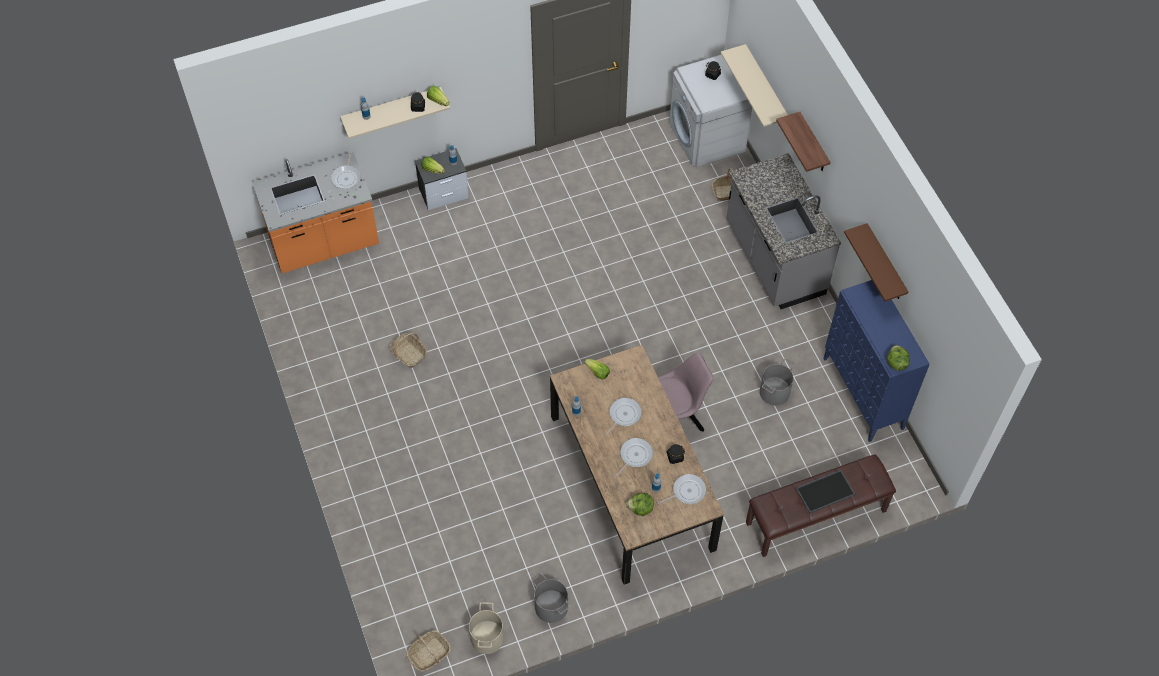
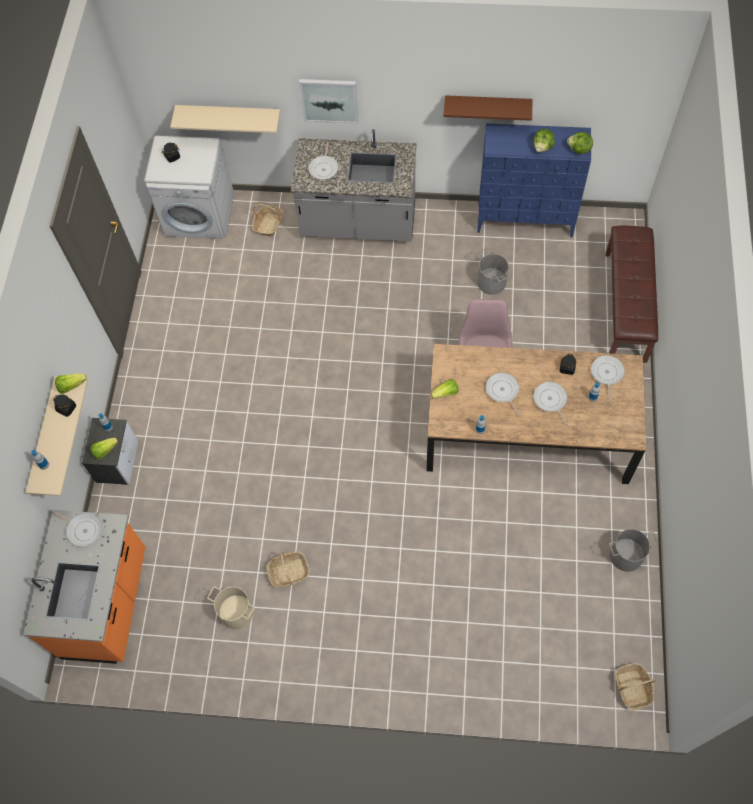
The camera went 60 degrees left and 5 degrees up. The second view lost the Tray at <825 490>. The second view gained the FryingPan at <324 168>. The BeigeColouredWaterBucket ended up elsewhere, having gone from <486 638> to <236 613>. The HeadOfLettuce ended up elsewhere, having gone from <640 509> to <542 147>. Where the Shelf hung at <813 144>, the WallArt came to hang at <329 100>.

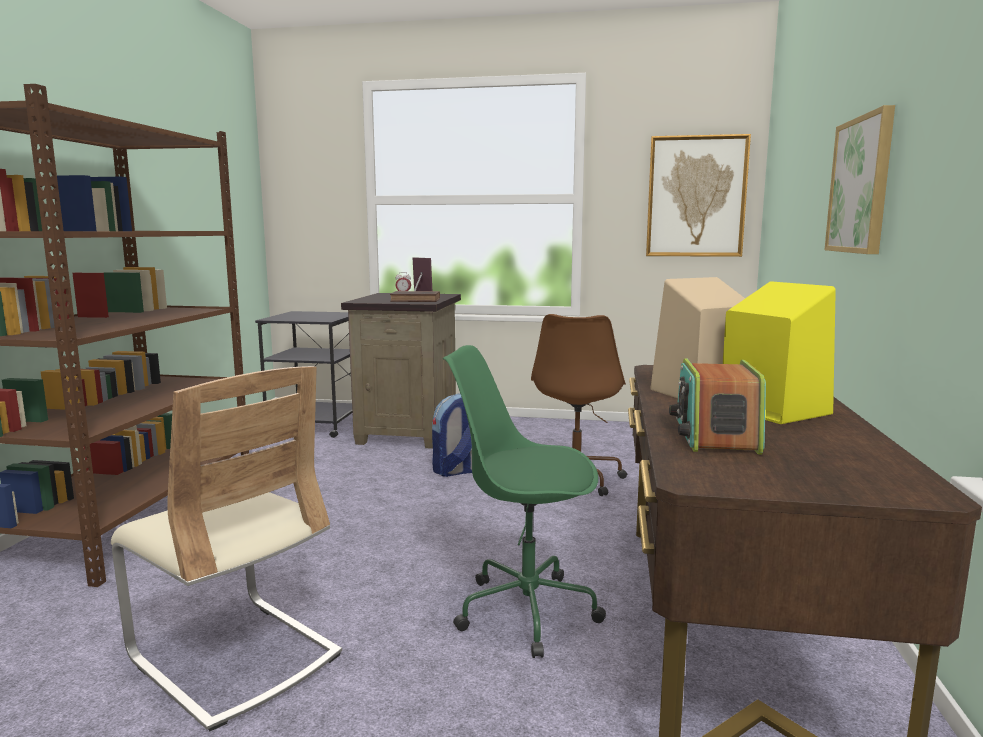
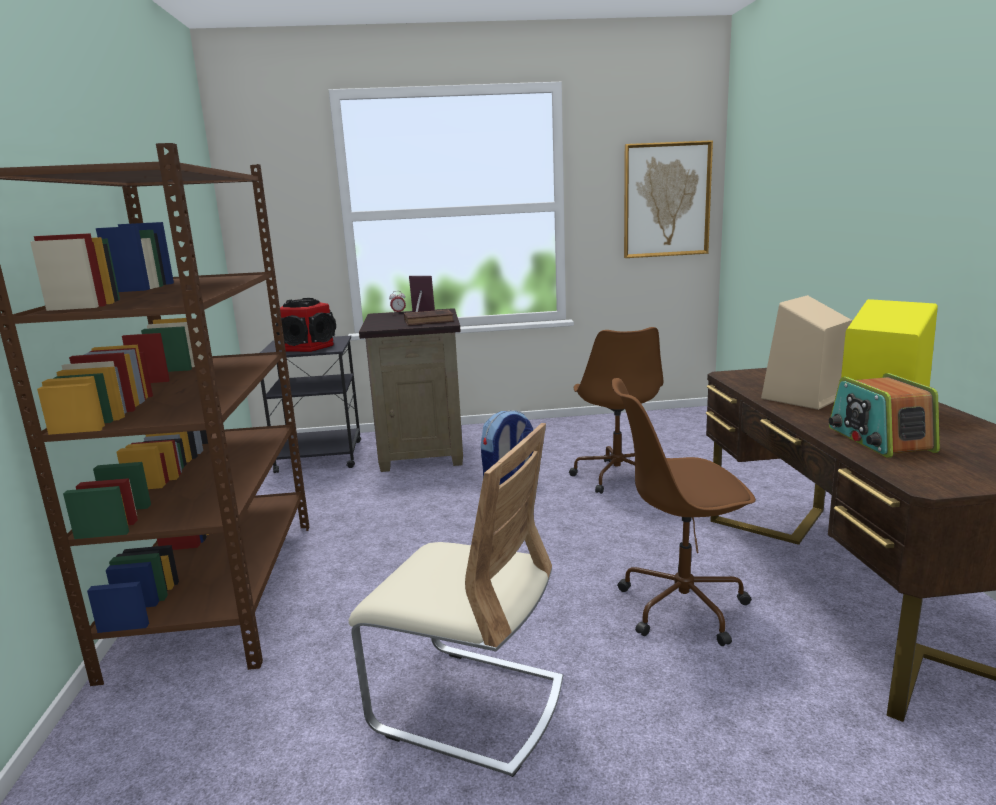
The camera went 15 degrees left and 5 degrees up. The second view lost the WallArt at <861 185>. The second view gained the AudioSpeaker at <308 347>. What was the GreenColouredOfficeChair at <523 611> turned into the BrownOfficeChair at <678 607>.

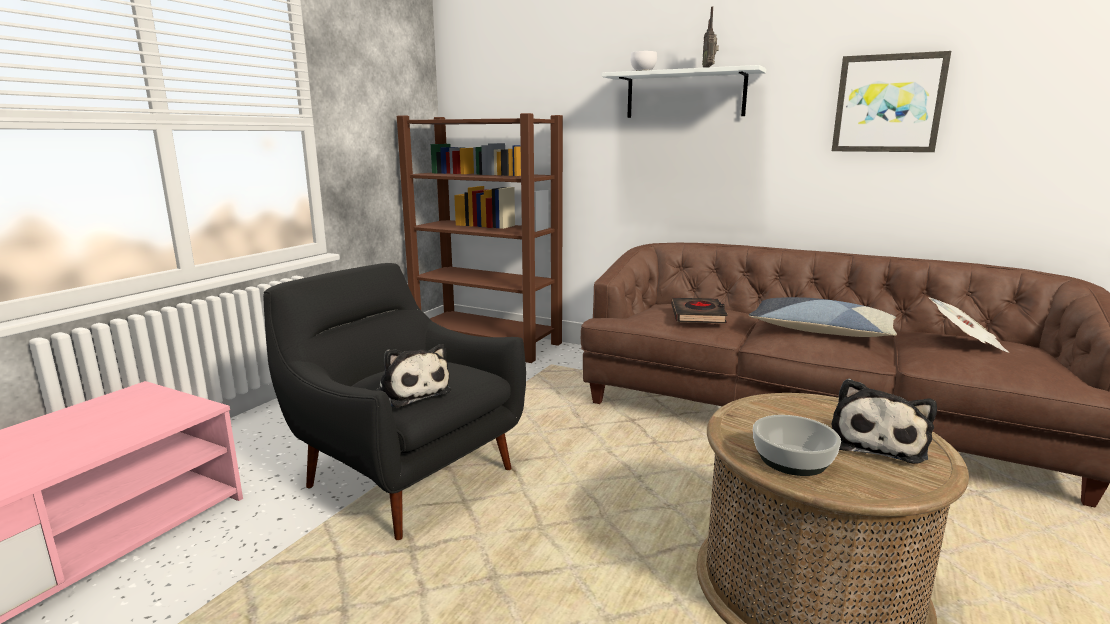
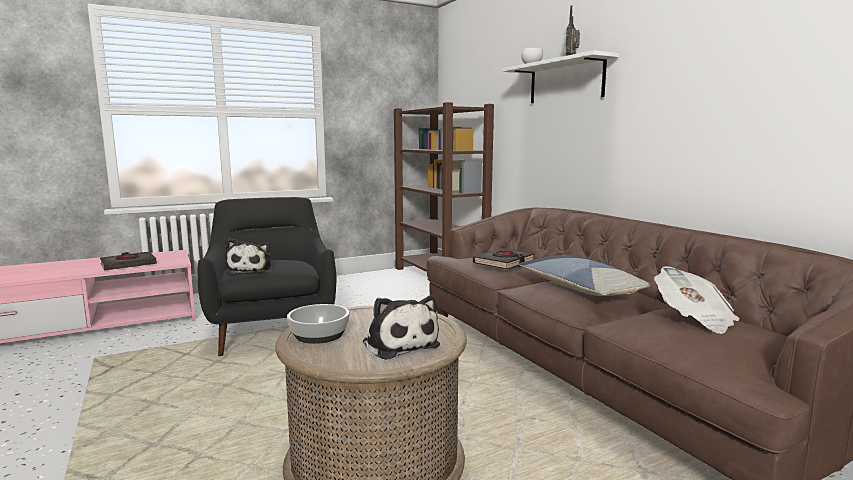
The camera went 35 degrees right and 5 degrees down. The second view lost the WallArt at <888 103>. The second view gained the BlackishVolume at <128 264>. The PlushToy at <877 442> ended up facing another way, 90 degrees counterclockwise from before.

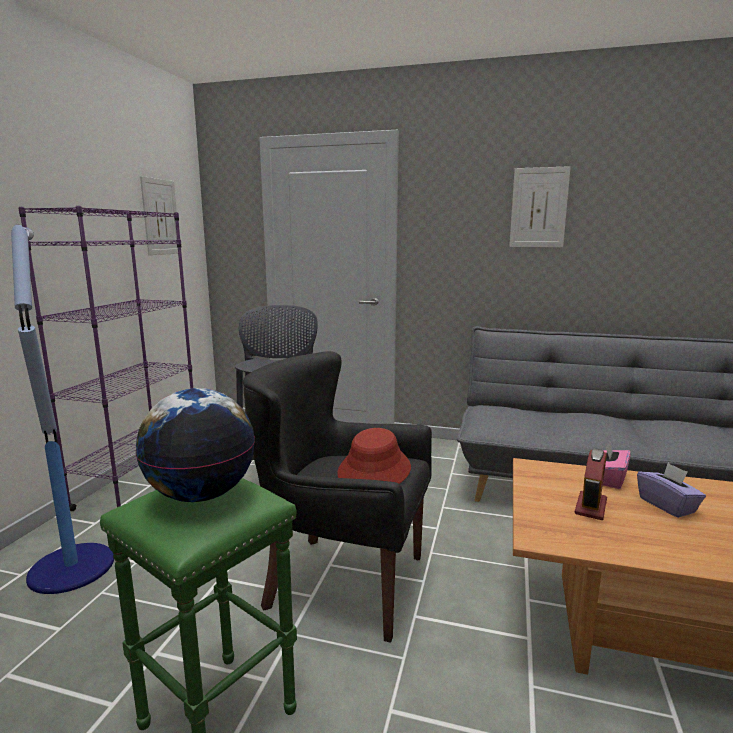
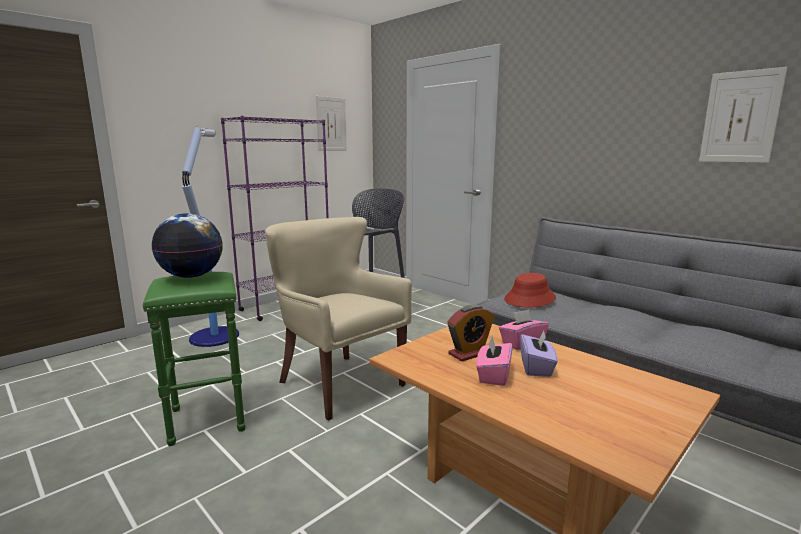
The camera went 30 degrees right and 0 degrees up. The second view gained the PinkColouredTissueHolder at <493 375>. The RedHat ended up elsewhere, having gone from <374 470> to <530 299>. The WallArt ended up elsewhere, having gone from <538 208> to <740 117>. What was the BlackishLoungeChair at <342 582> turned into the BeigeColouredLoungeChair at <338 383>.

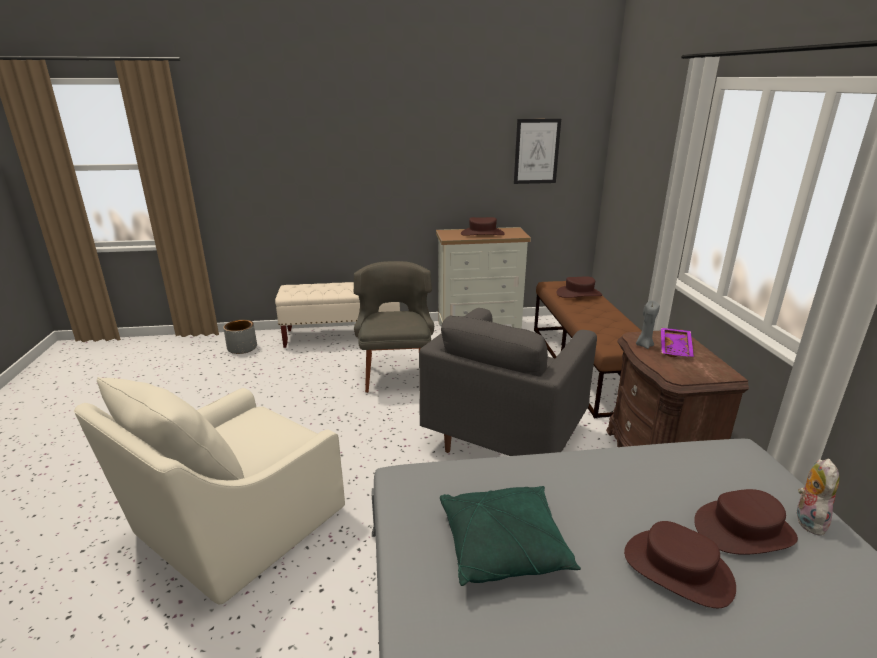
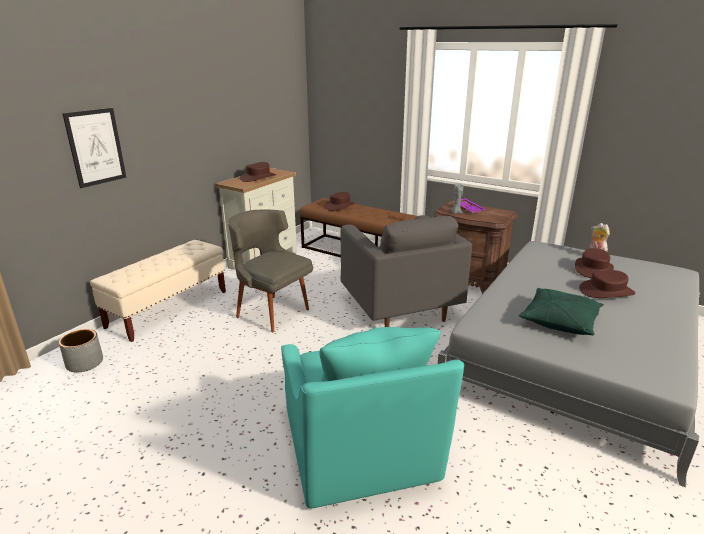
The camera went 50 degrees left and 0 degrees up. The WallArt ended up elsewhere, having gone from <536 151> to <96 147>. What was the BeigeColouredLoungeChair at <235 526> turned into the TurquoiseColouredLoungeChair at <360 449>.

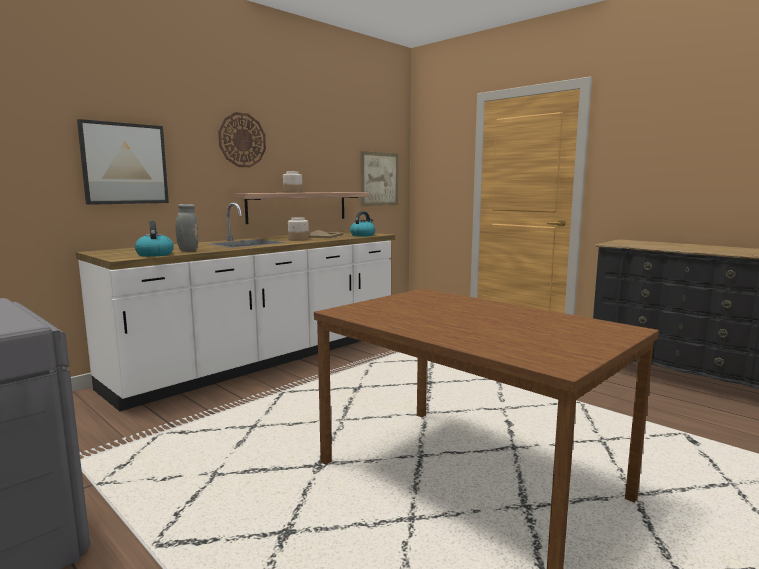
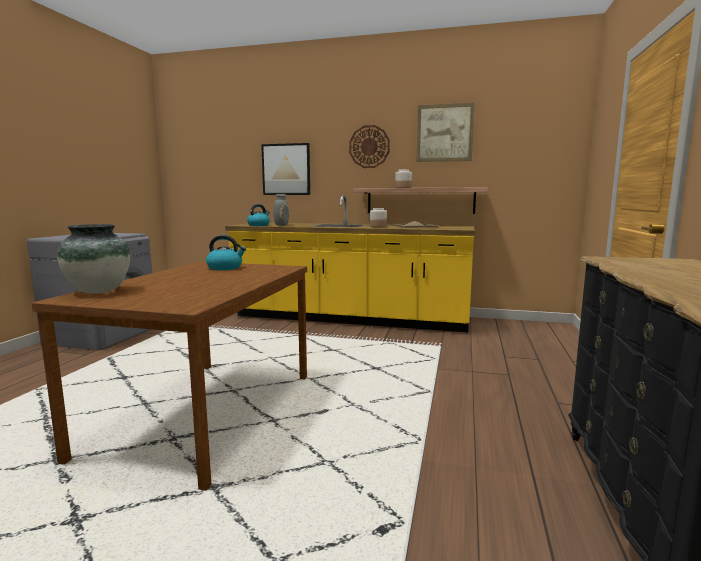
The camera went 60 degrees right and 0 degrees up. The second view gained the FlowerVase at <98 291>. The Kettle ended up elsewhere, having gone from <362 235> to <225 268>. The WallArt ended up elsewhere, having gone from <379 179> to <444 133>. What was the WhitishCounter at <265 359> turned into the YellowishCounter at <349 318>.

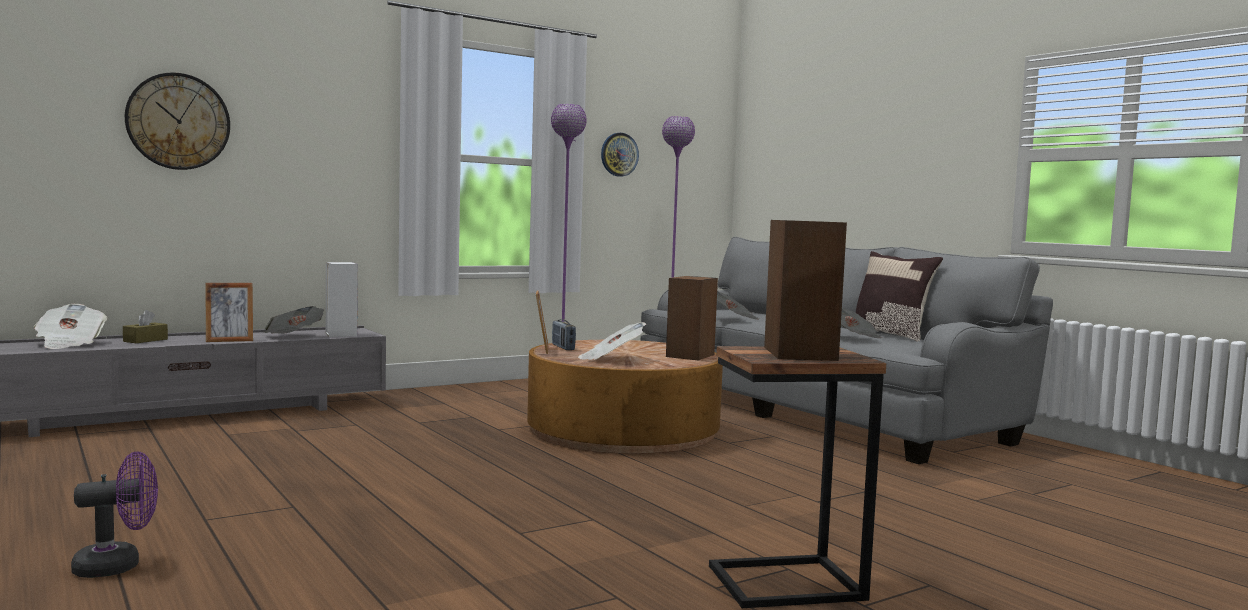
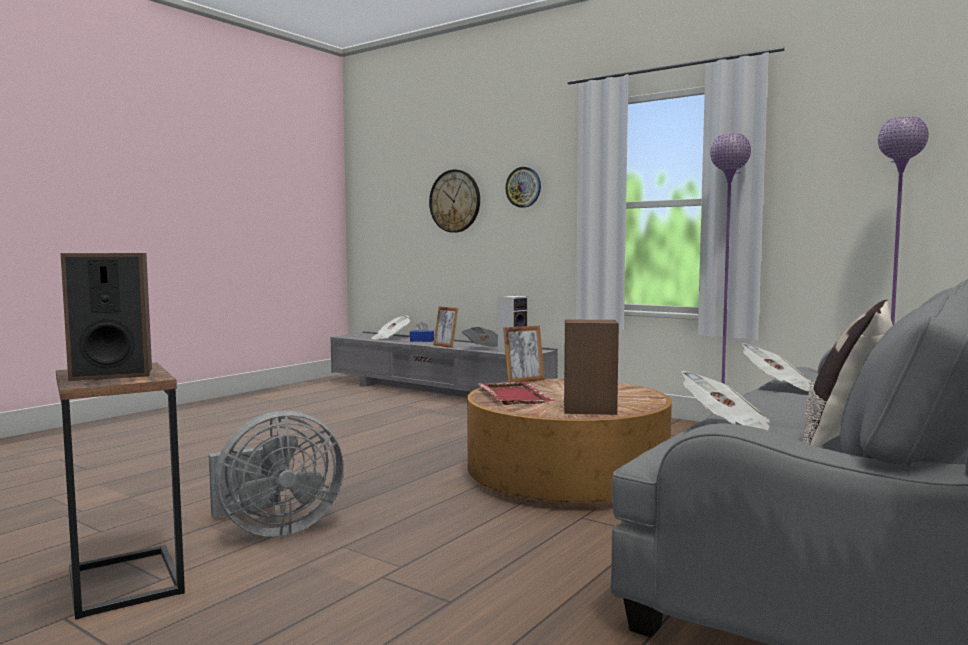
The camera went 70 degrees right and 0 degrees up. The second view lost the PurpleColouredElectricFan at <118 566>. The second view lost the RadioReceiver at <563 347>. The second view gained the GreyElectricFan at <274 529>. The WallClock ended up elsewhere, having gone from <619 154> to <523 187>. Where the Newspaper stood at <611 359>, the RedTray came to stand at <513 396>. What was the BrownTissueHolder at <145 340> turned into the BluishTissueHolder at <422 340>.

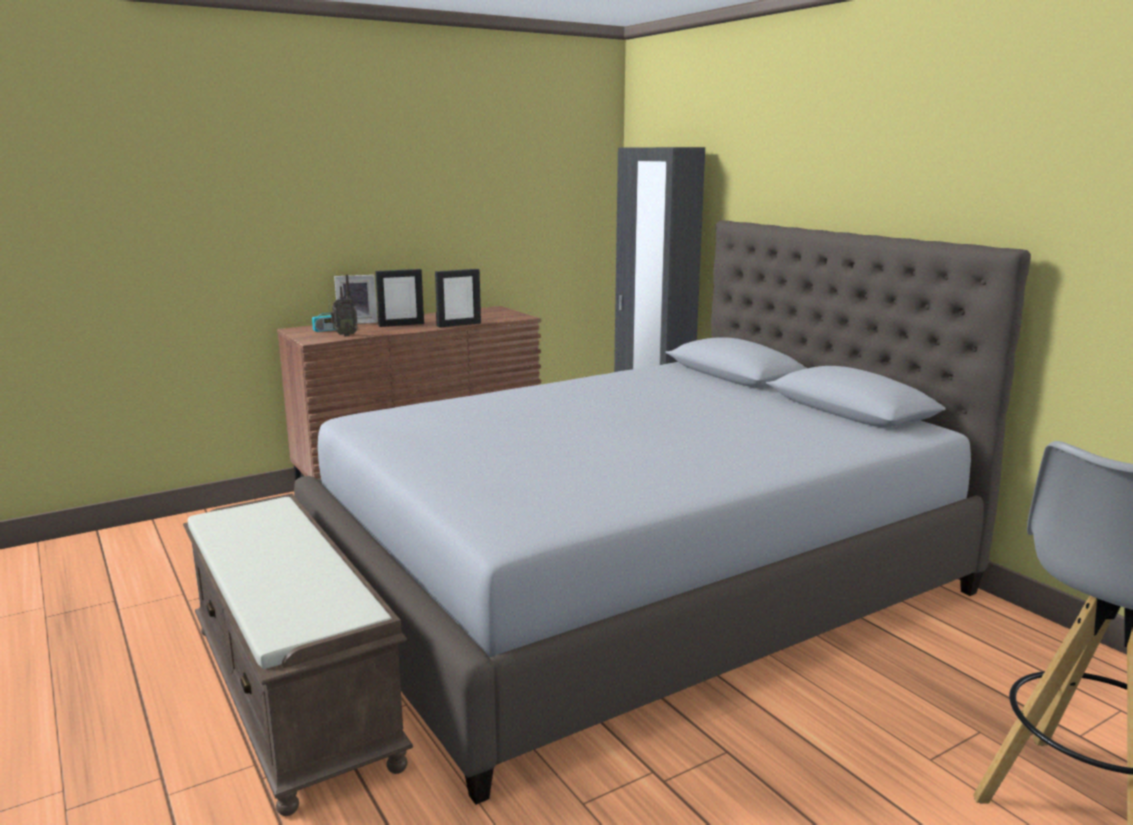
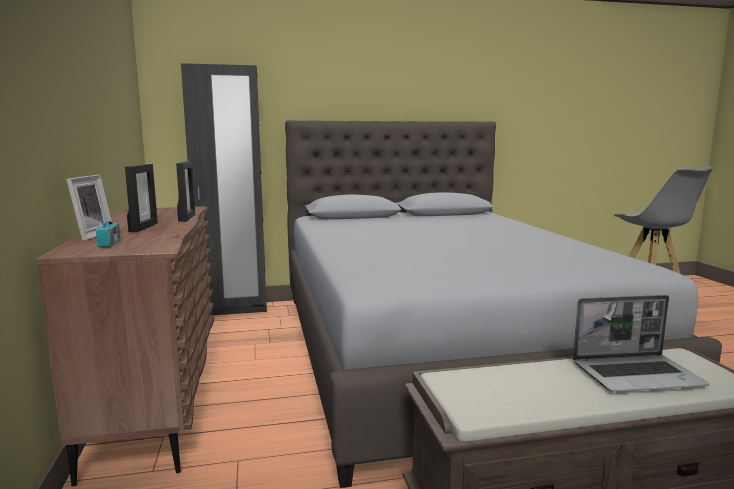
The camera went 70 degrees left and 5 degrees down. The second view lost the RadioReceiver at <345 335>. The second view gained the Laptop at <637 375>.

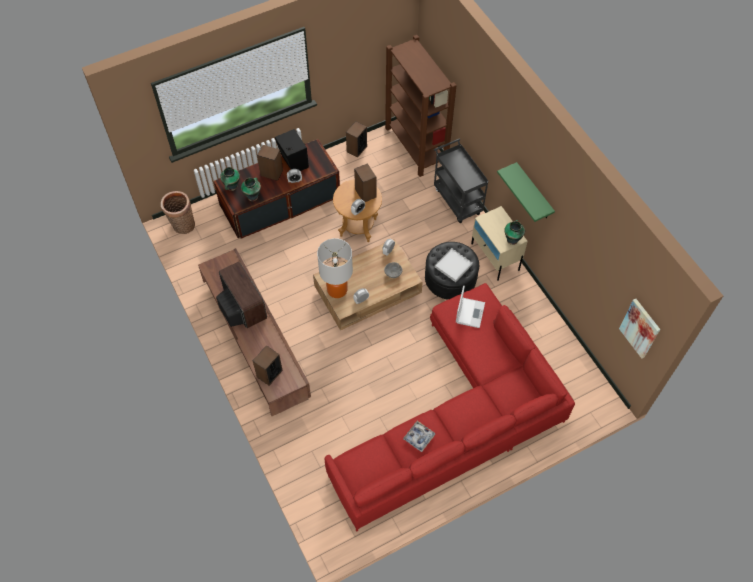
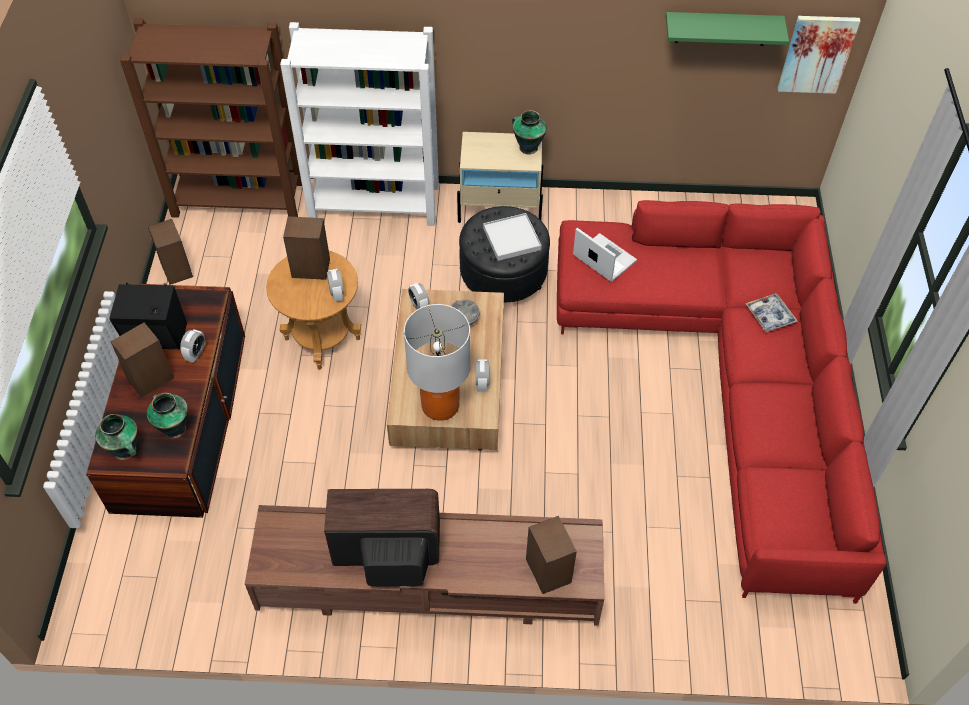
The camera went 60 degrees left and 5 degrees down. The second view lost the Basket at <182 225>. The Tray ended up elsewhere, having gone from <419 437> to <770 316>. The GreenColouredShelf ended up elsewhere, having gone from <534 192> to <722 28>. Where the GreyTrolley stood at <456 201>, the WhitishBookcase came to stand at <374 202>.

